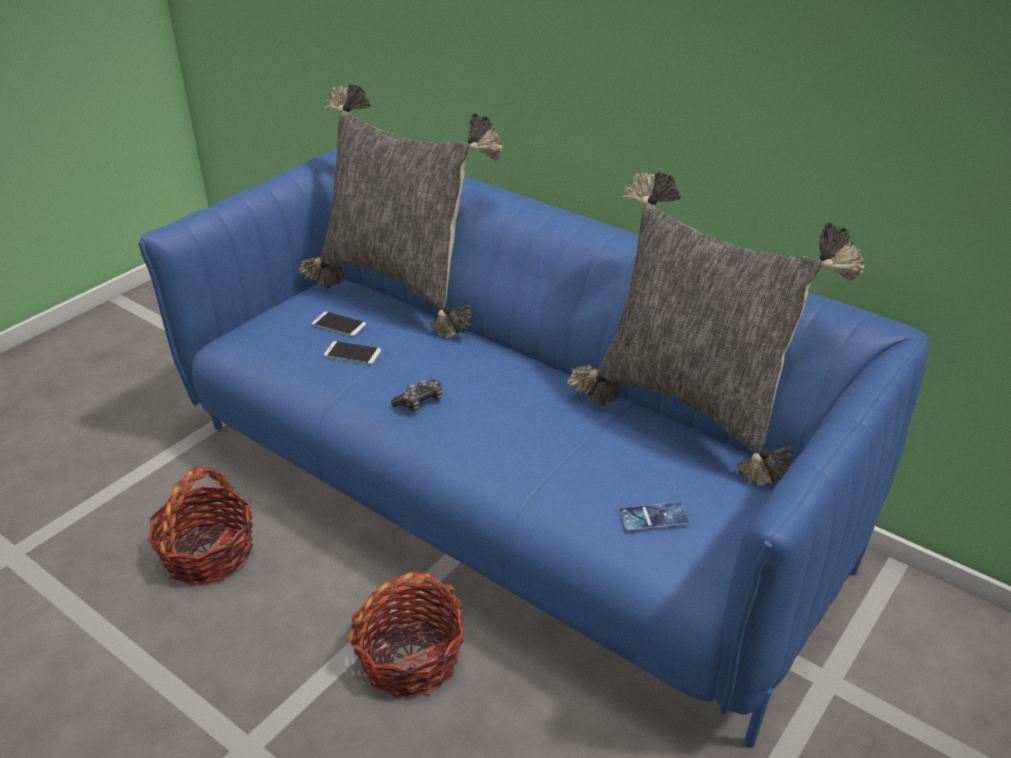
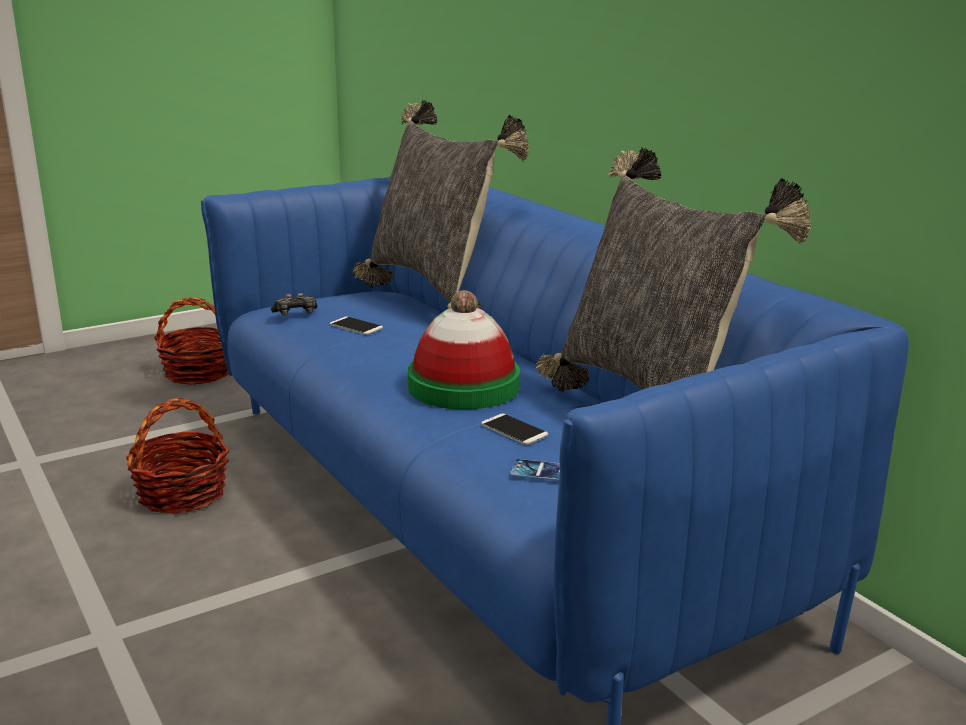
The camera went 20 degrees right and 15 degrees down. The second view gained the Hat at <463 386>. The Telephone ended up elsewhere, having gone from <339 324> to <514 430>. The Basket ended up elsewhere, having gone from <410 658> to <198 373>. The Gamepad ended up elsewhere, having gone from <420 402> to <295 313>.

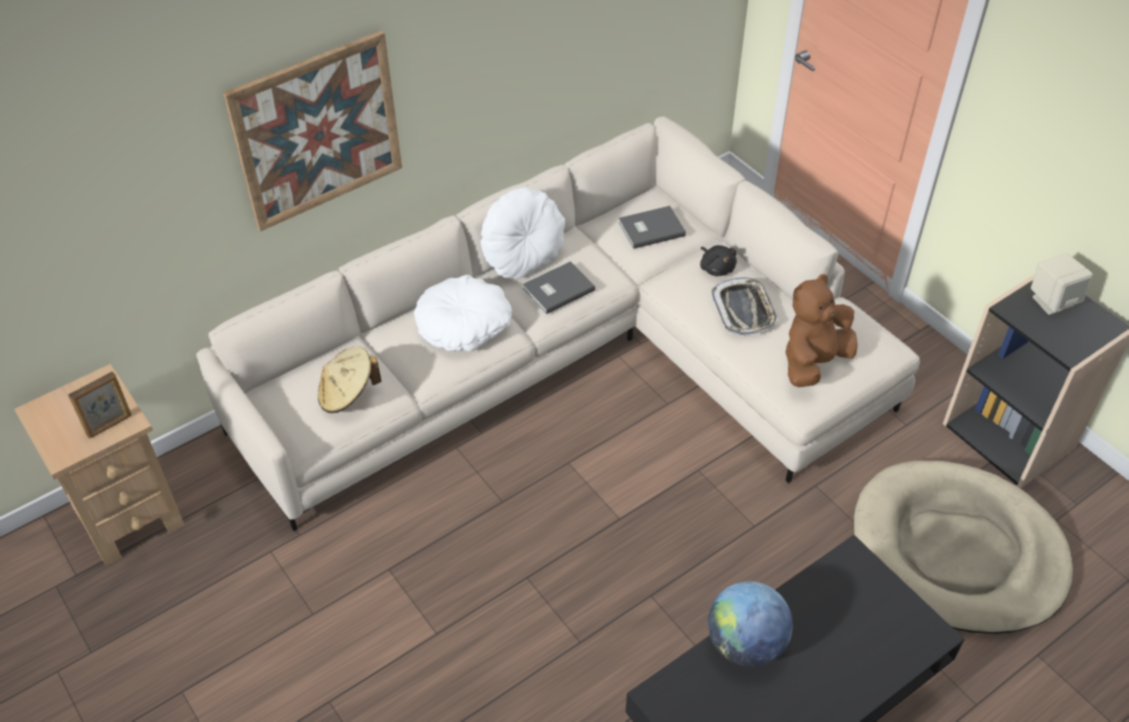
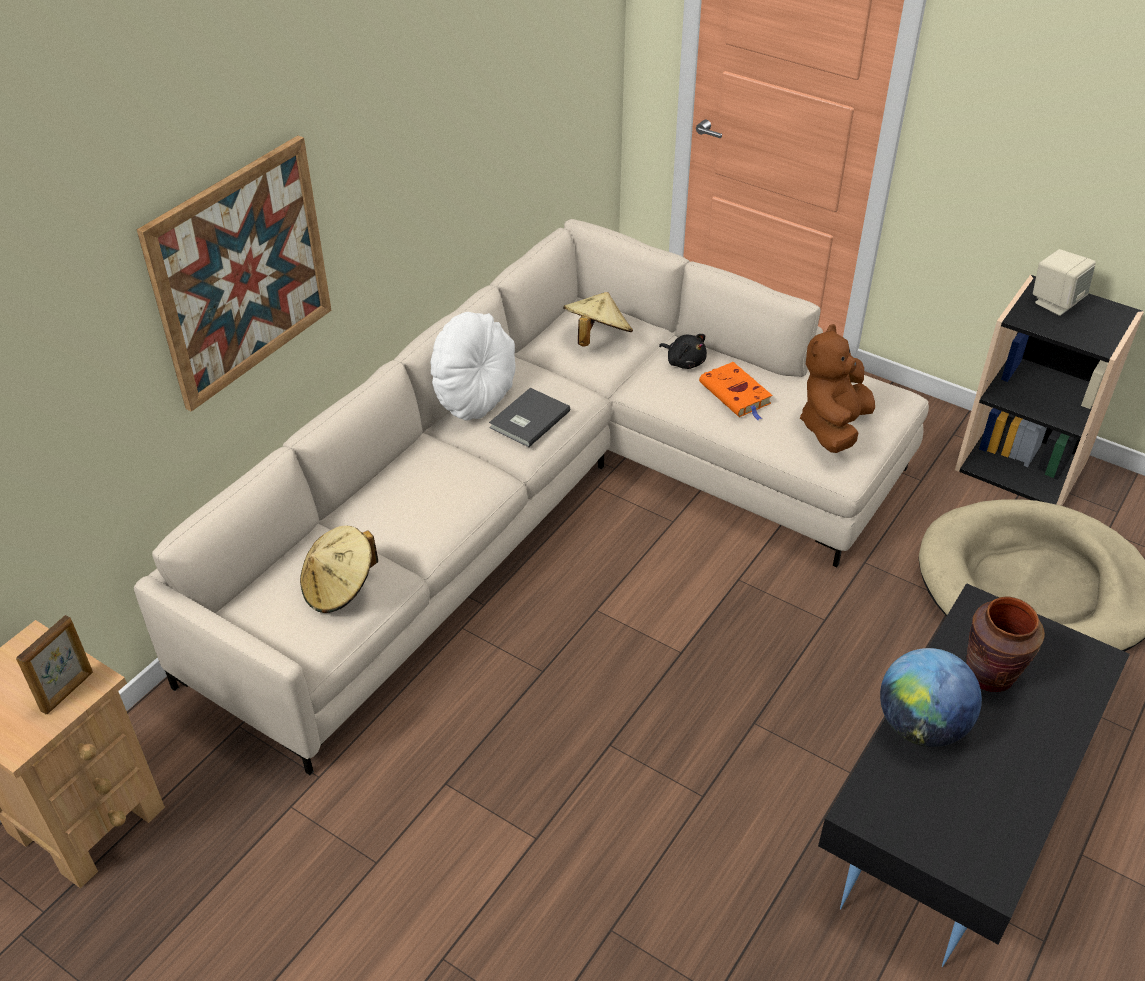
The camera went 20 degrees left and 5 degrees down. The second view lost the WhitishCushion at <462 323>. The second view gained the BrownFlowerVase at <990 675>. Where the GreyVolume stood at <650 228>, the BeigeColouredHat came to stand at <597 338>. Where the Tray stood at <744 310>, the OrangeyVolume came to stand at <736 395>.

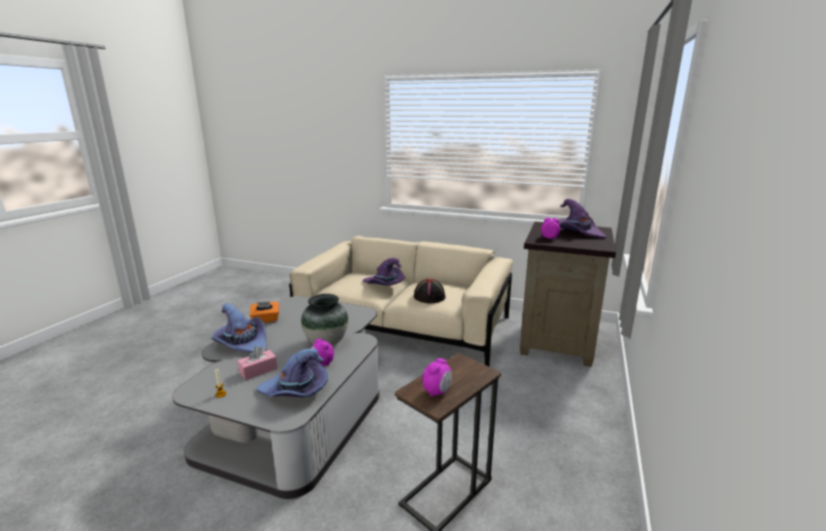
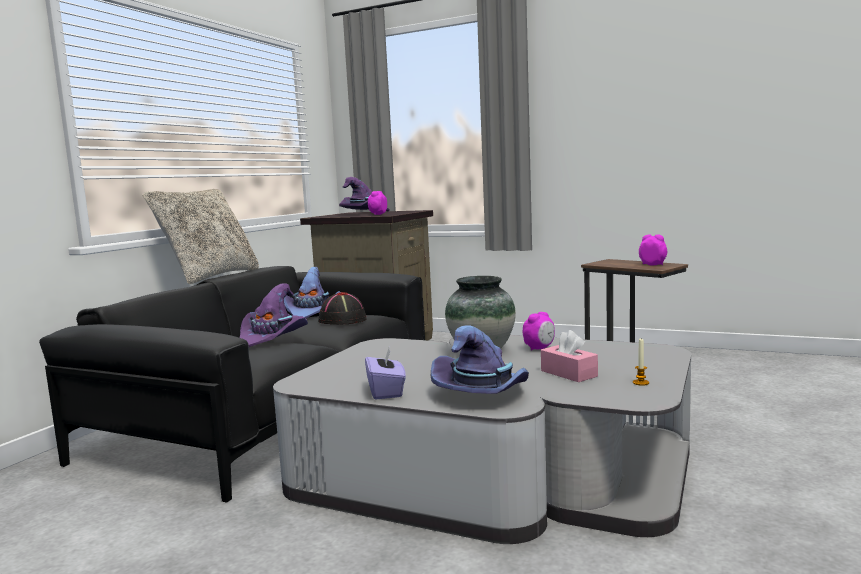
The camera went 85 degrees left and 10 degrees down. The second view gained the BeigeColouredCushion at <211 276>. The PurpleColouredHat ended up elsewhere, having gone from <295 391> to <312 312>. What was the OrangeyTissueHolder at <266 320> turned into the PurpleColouredTissueHolder at <386 391>. What was the BeigeColouredSettee at <405 323> turned into the BlackishSettee at <273 409>.

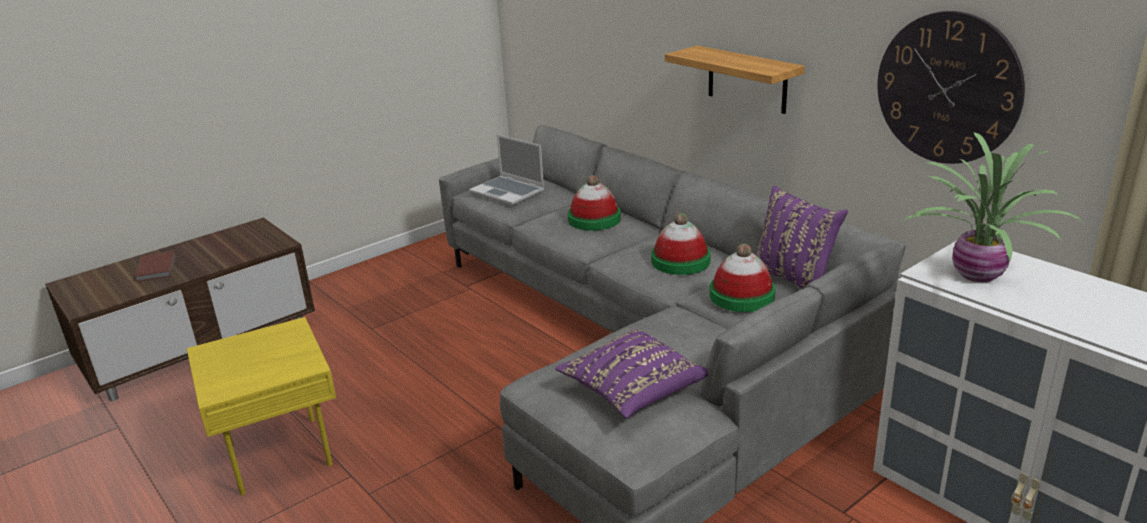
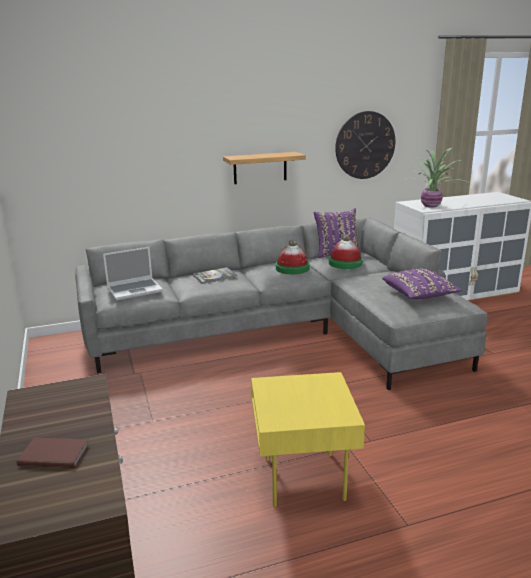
The camera went 70 degrees left and 5 degrees down. Where the Hat stood at <594 219>, the Volume came to stand at <215 276>.

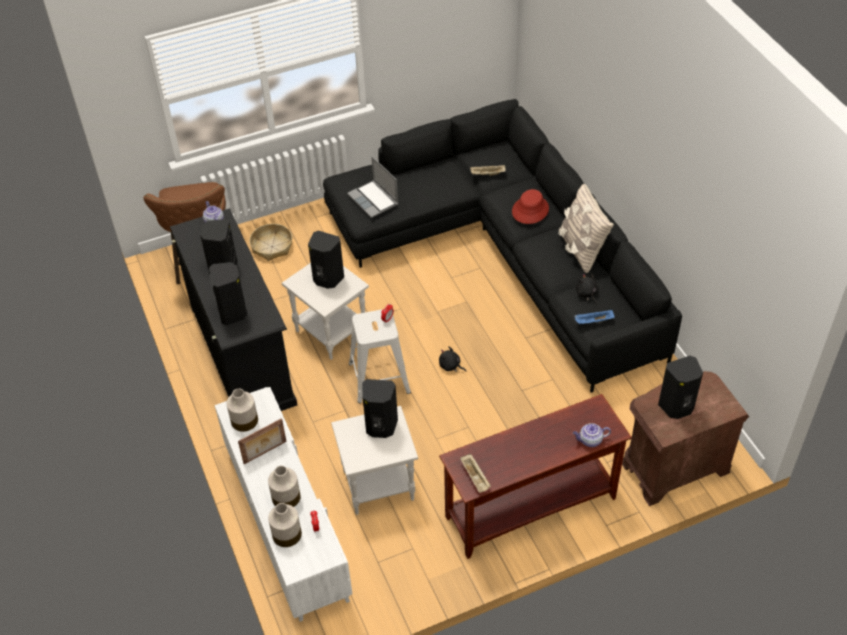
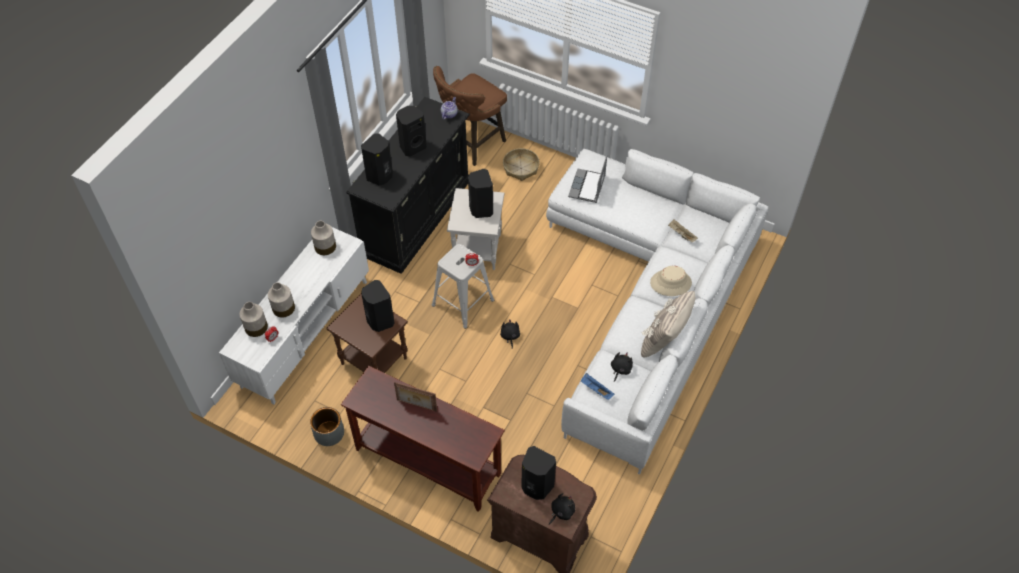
The camera went 50 degrees right and 5 degrees up. The second view lost the BeigeColouredTray at <475 478>. The second view lost the PotForTea at <590 440>. The second view gained the GreyPlantPot at <328 433>. The second view gained the BlackishPlushToy at <561 512>. The StandingFrame ended up elsewhere, having gone from <265 453> to <416 406>. What was the BlackishSettee at <503 251> turned into the WhitishSettee at <648 299>. What was the WhitishAccentTable at <379 484> turned into the BrownAccentTable at <375 361>. What was the RedHat at <530 210> turned into the BeigeColouredHat at <670 283>.

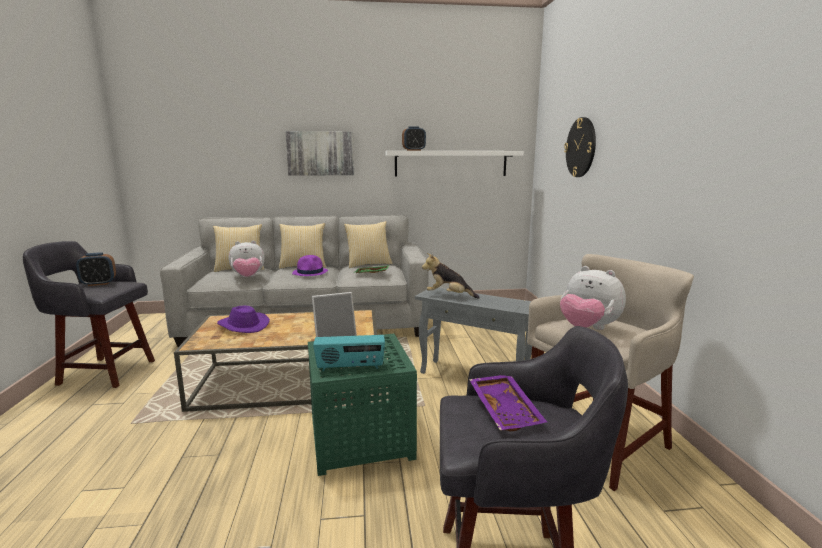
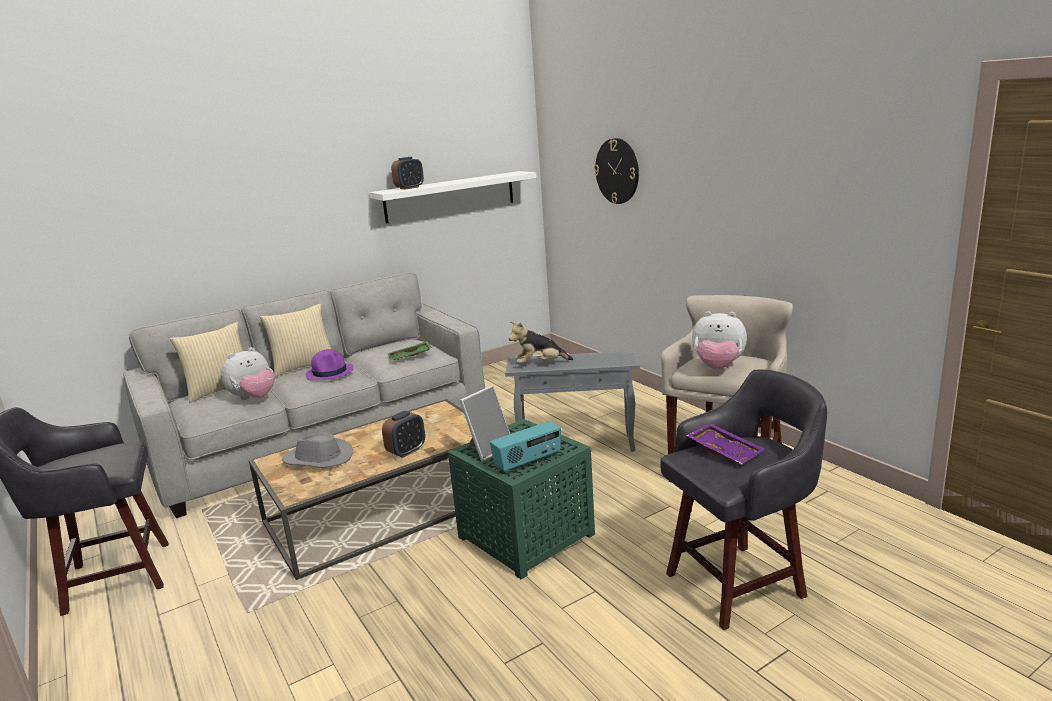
The camera went 25 degrees left and 5 degrees up. The second view lost the WallArt at <320 153>. The second view lost the Cushion at <368 264>. The TableClock ended up elsewhere, having gone from <99 283> to <406 451>. What was the PurpleColouredHat at <242 325> turned into the GreyHat at <318 459>.

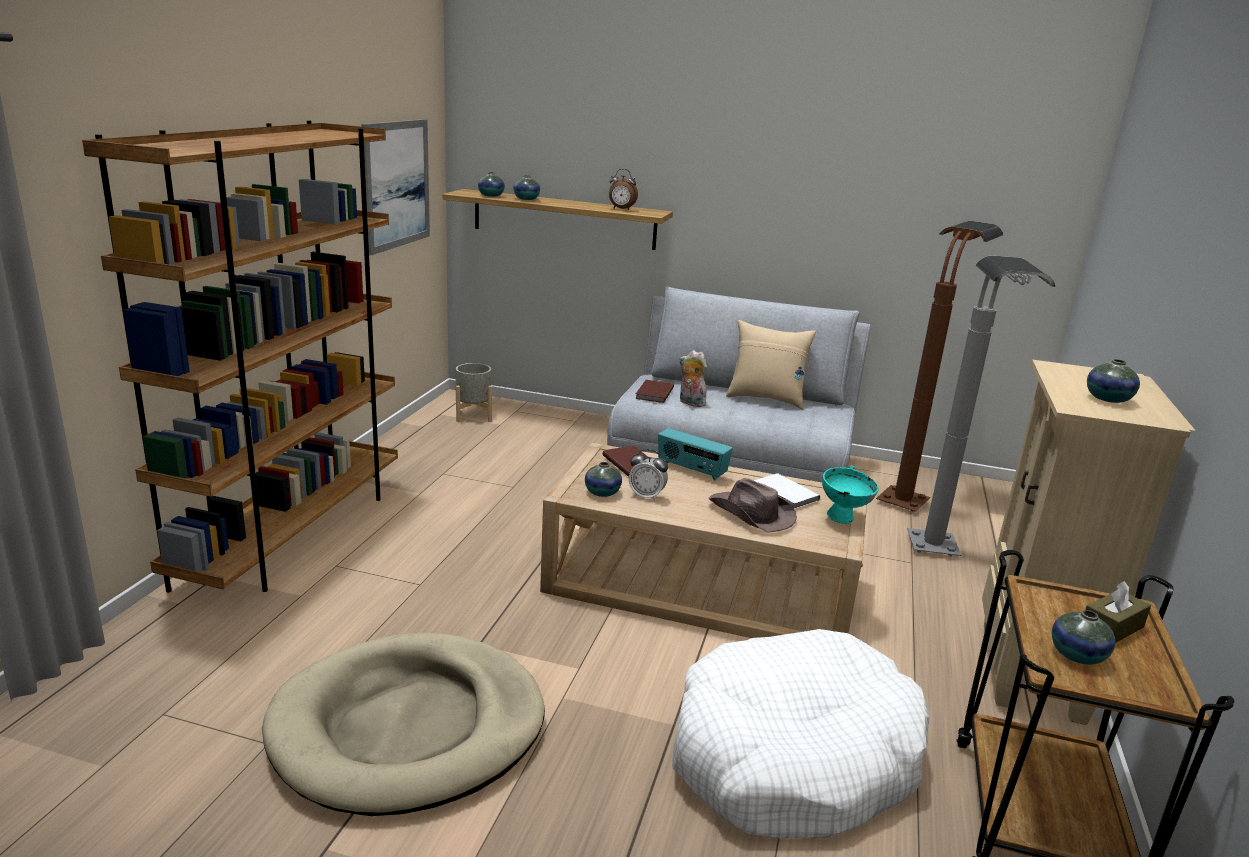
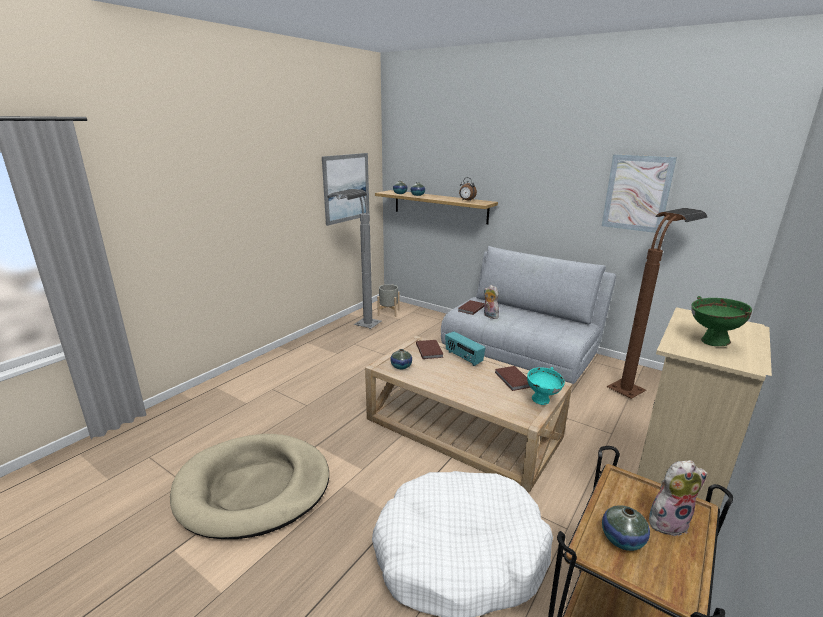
The camera went 20 degrees right and 0 degrees up. The second view lost the BrownBookcase at <293 533>. The second view lost the TableClock at <646 496>. The second view lost the BrownHat at <751 513>. The second view lost the BeigeColouredCushion at <765 399>. The second view gained the WallArt at <637 193>. The GreyStandardLamp ended up elsewhere, having gone from <939 563> to <360 330>. Where the BrownTissueHolder stood at <1111 628>, the PlushToy came to stand at <668 521>. Where the FlowerVase stood at <1108 399>, the GreenColouredServingBowl came to stand at <712 342>. What was the WhitishVolume at <784 494> turned into the BrownVolume at <513 380>.

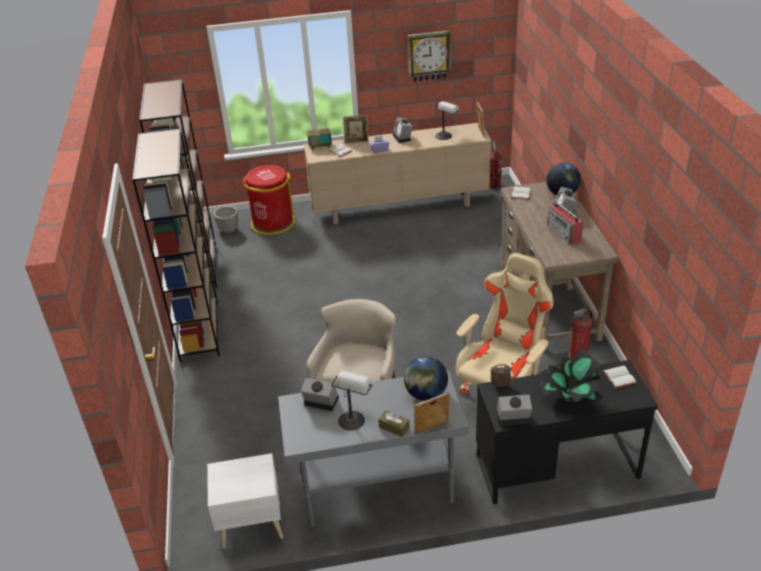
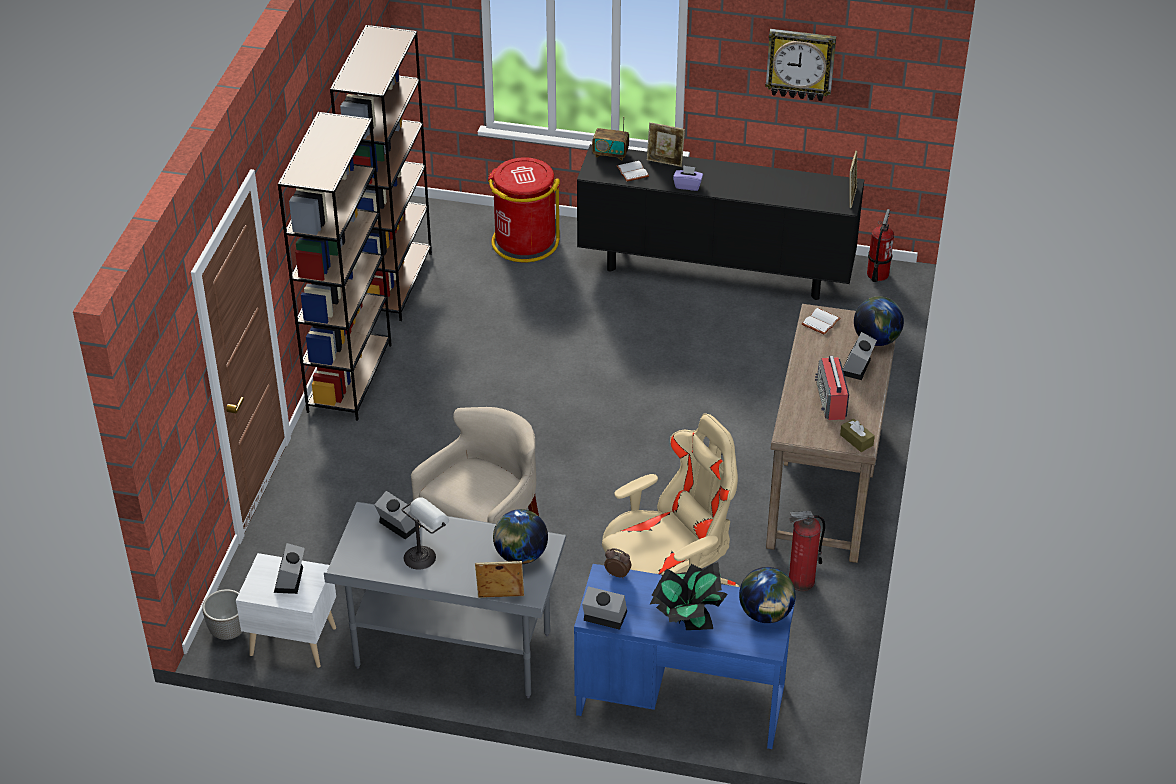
The camera went 20 degrees right and 5 degrees up. The second view lost the TabletopLamp at <445 134>. The PlantPot ended up elsewhere, having gone from <228 230> to <228 631>. The BrownTissueHolder ended up elsewhere, having gone from <394 427> to <856 440>. The TableClock ended up elsewhere, having gone from <403 137> to <290 580>. Where the WhitishVolume stood at <620 377>, the Globe came to stand at <765 614>. What was the BeigeColouredStorageCabinet at <399 206> turned into the BlackishStorageCabinet at <716 270>. What was the BlackishDesk at <556 466> turned into the BluishDesk at <680 699>.

